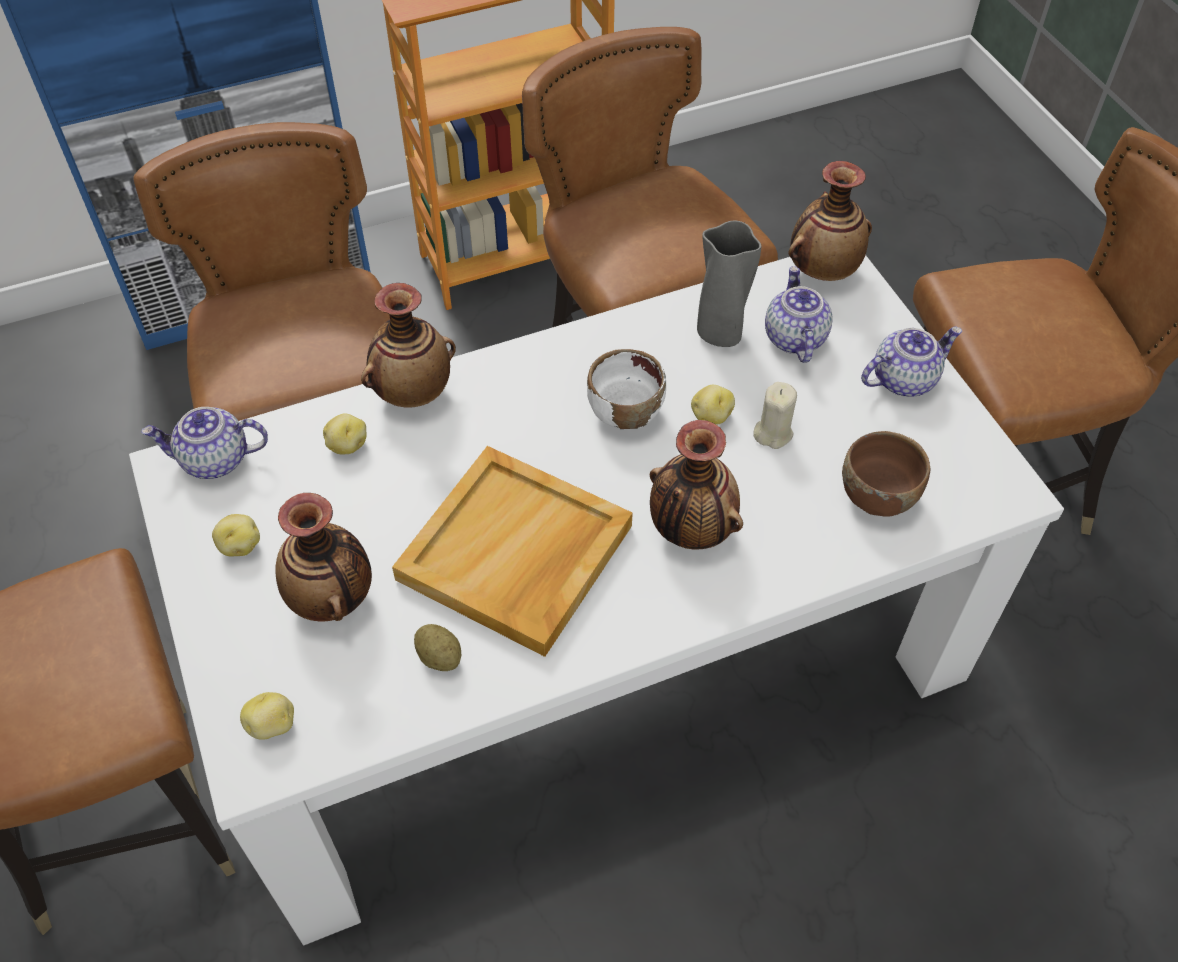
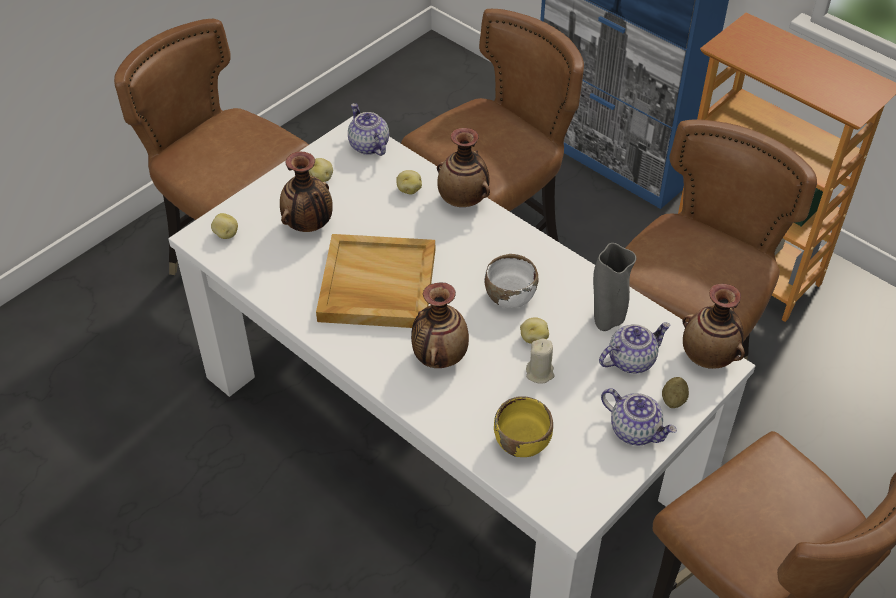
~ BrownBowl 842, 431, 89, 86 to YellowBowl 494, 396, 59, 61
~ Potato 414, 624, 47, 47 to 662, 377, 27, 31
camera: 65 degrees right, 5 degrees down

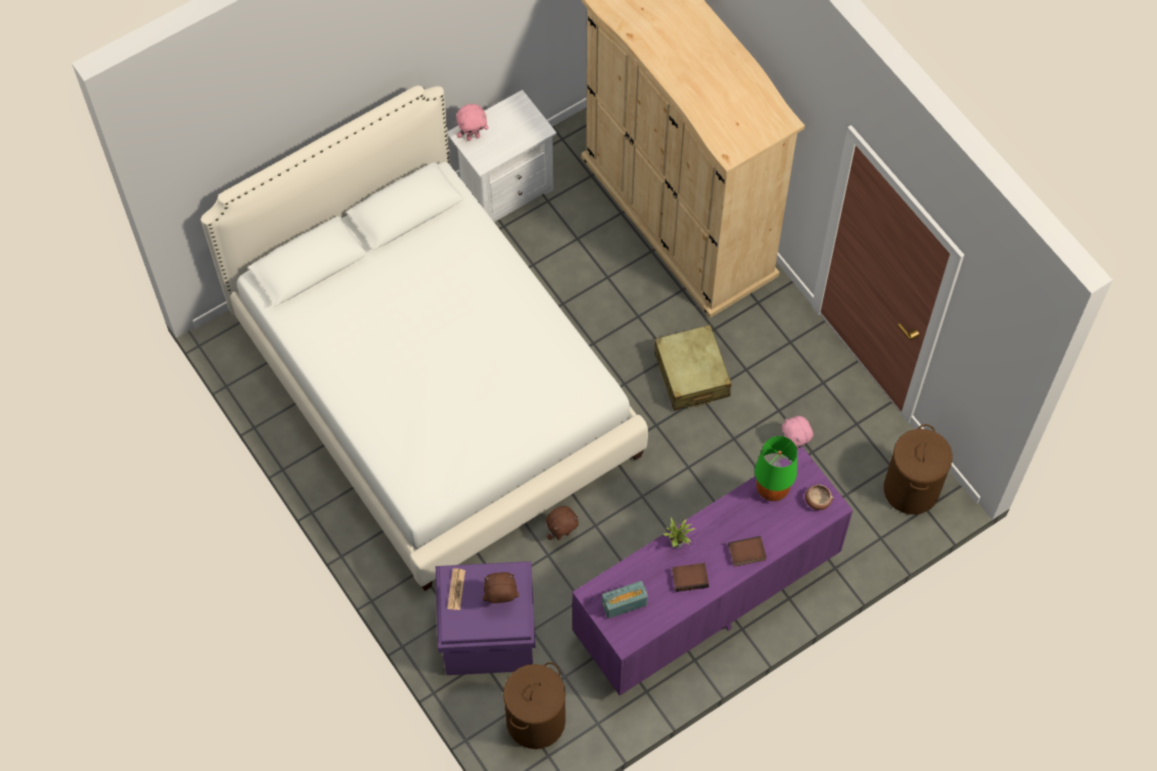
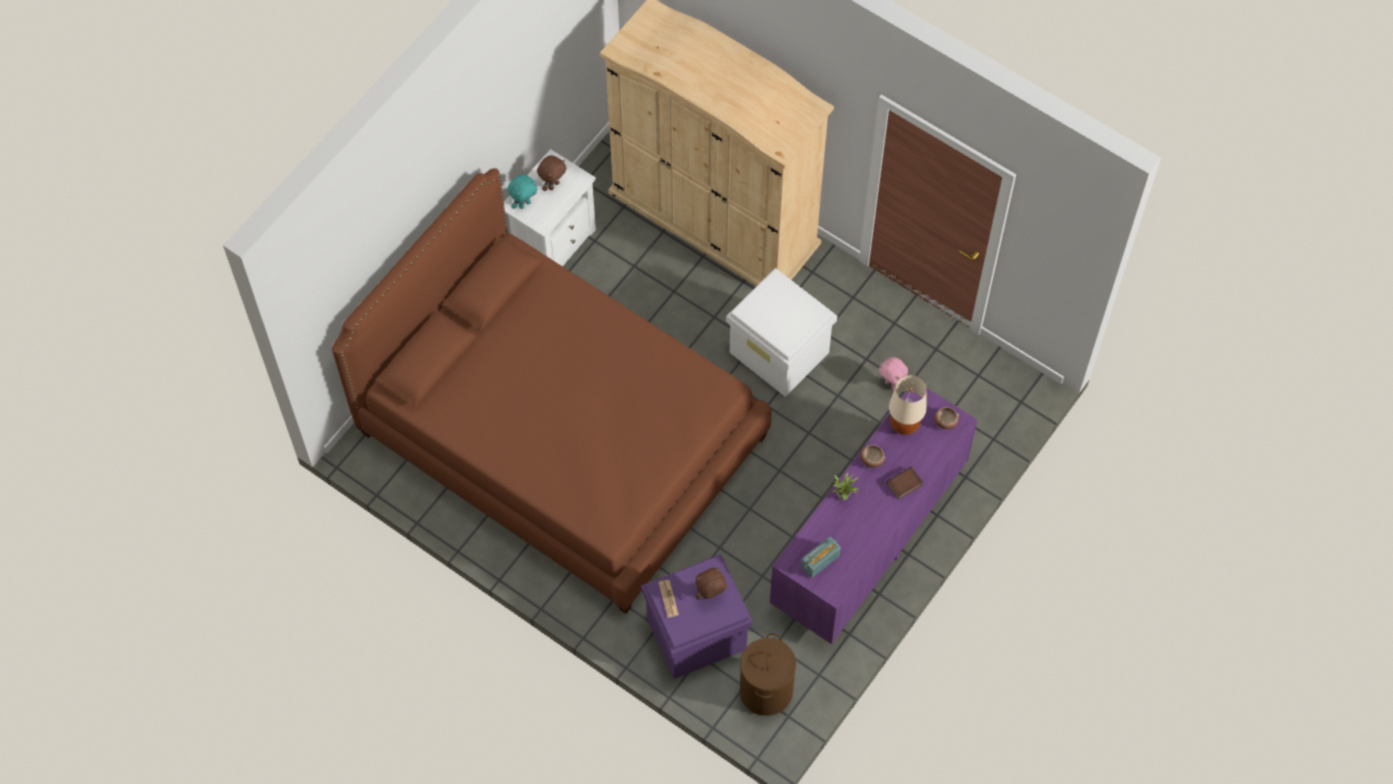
~ WhiteBed 201, 85, 447, 506 to BrownBed 332, 168, 440, 446
~ PinkPlushToy 456, 104, 33, 37 to TurquoisePlushToy 508, 174, 29, 35
~ BeigeSuitcase 654, 325, 77, 86 to WhiteStorageBox 726, 268, 111, 129
- BrownLaundryBasket 884, 424, 69, 91
~ GreenTableLamp 755, 436, 42, 65 to BeigeTableLamp 889, 375, 38, 60
~ BrownPlushToy 546, 506, 33, 34 to 537, 155, 30, 36
- Book 672, 563, 37, 29
+ Bowl 860, 445, 25, 23
camera: 20 degrees left, 0 degrees up

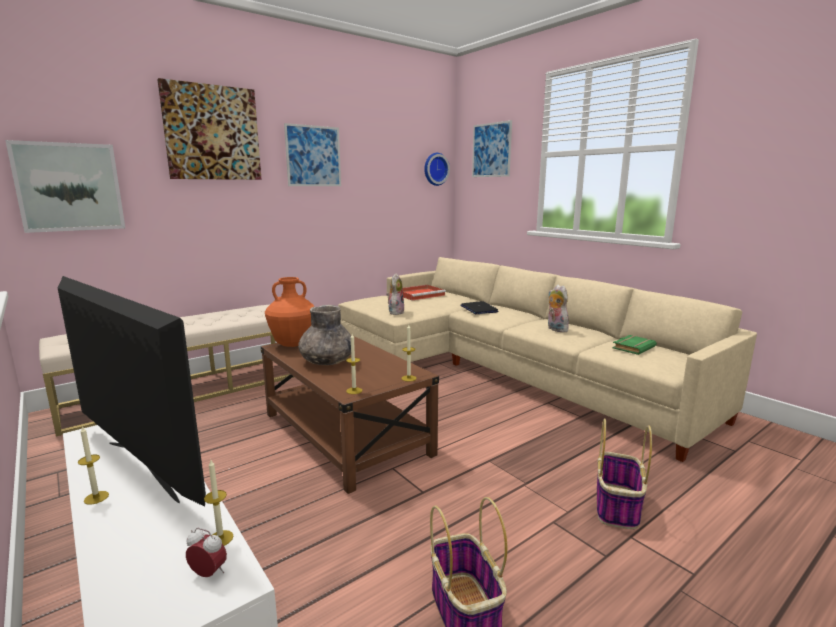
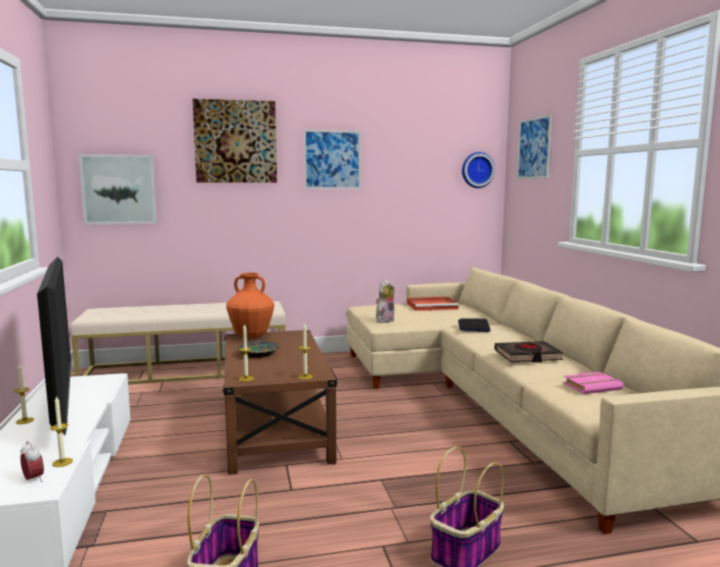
~ PlushToy 548, 285, 21, 47 to BlackBook 494, 341, 69, 22
~ GreyVase 298, 305, 53, 60 to Bowl 237, 340, 43, 18
~ GreenBook 612, 335, 45, 20 to PinkBook 563, 372, 61, 22
camera: 25 degrees right, 5 degrees down

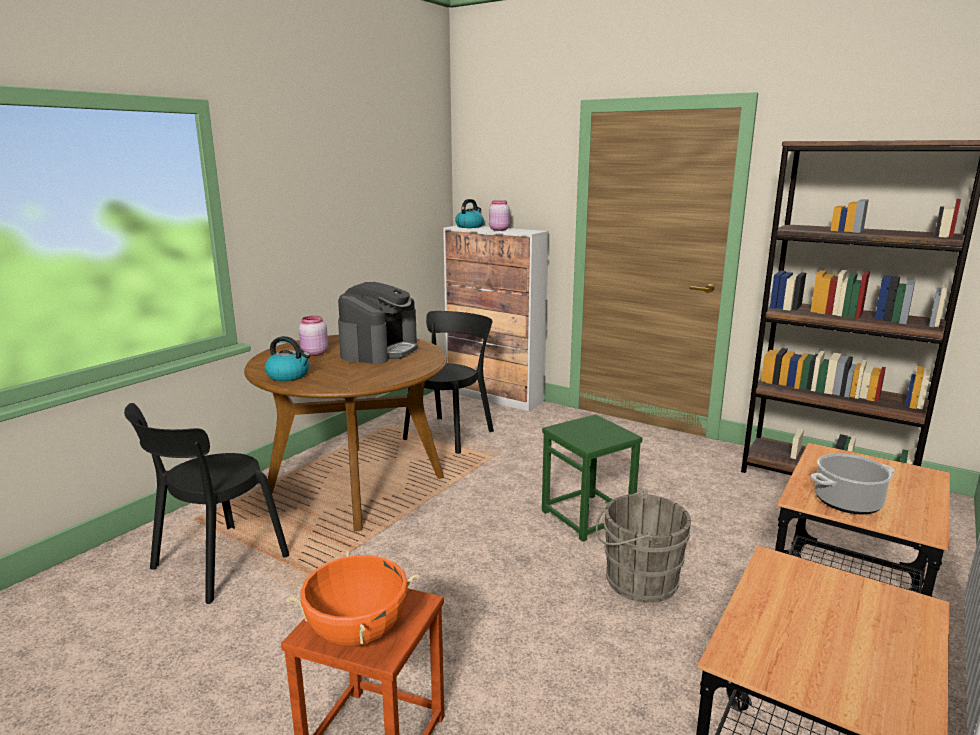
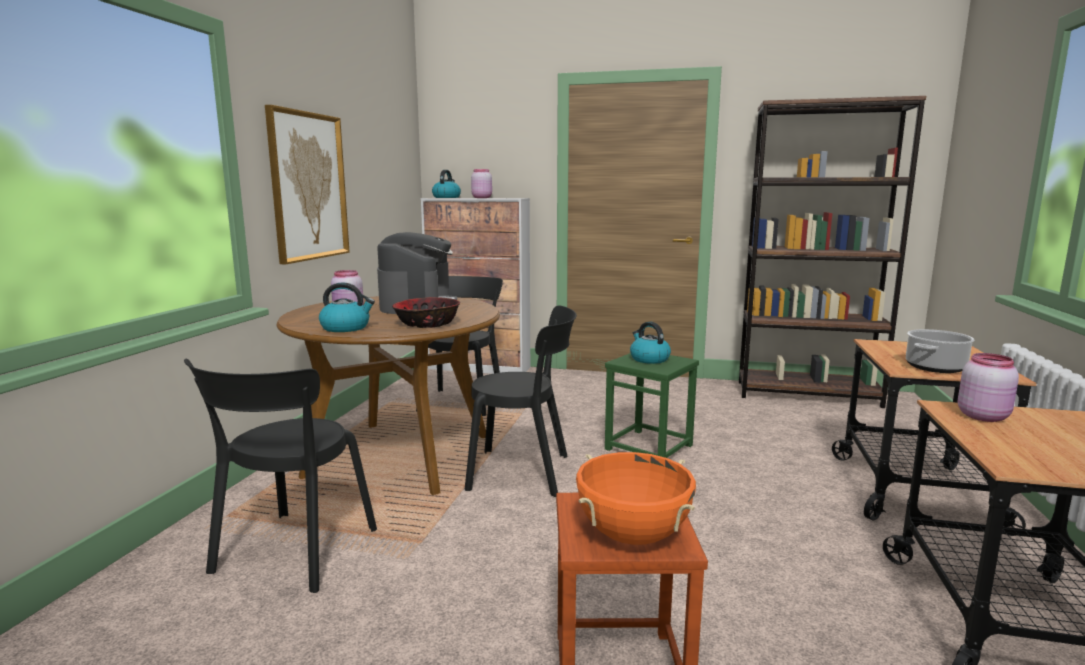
- GreyBucket 596, 490, 95, 113
+ Picture 265, 105, 85, 159
+ Bowl 392, 297, 68, 31
+ BlackChair 465, 306, 112, 191
+ Kettle 630, 322, 41, 42
+ PinkJar 958, 353, 61, 69
camera: 20 degrees left, 5 degrees down

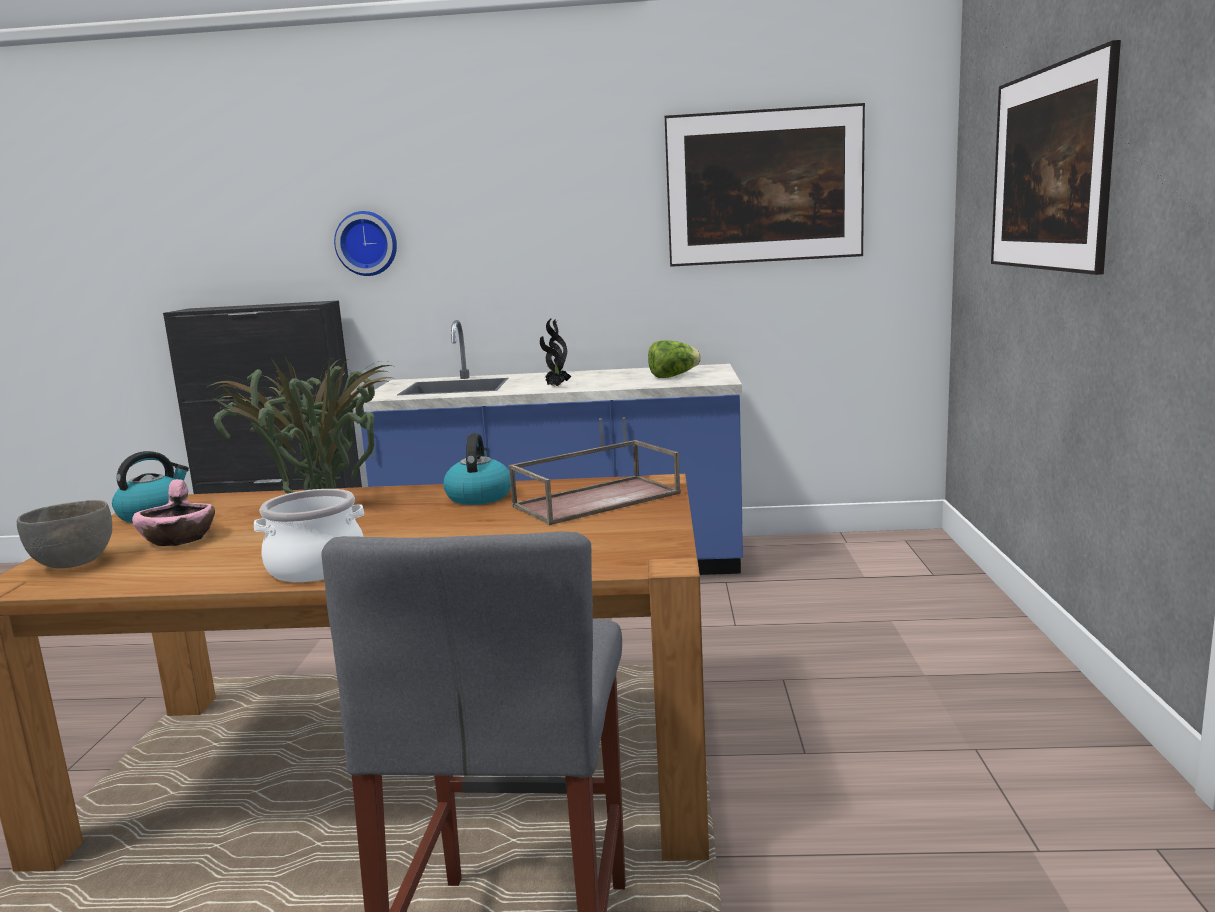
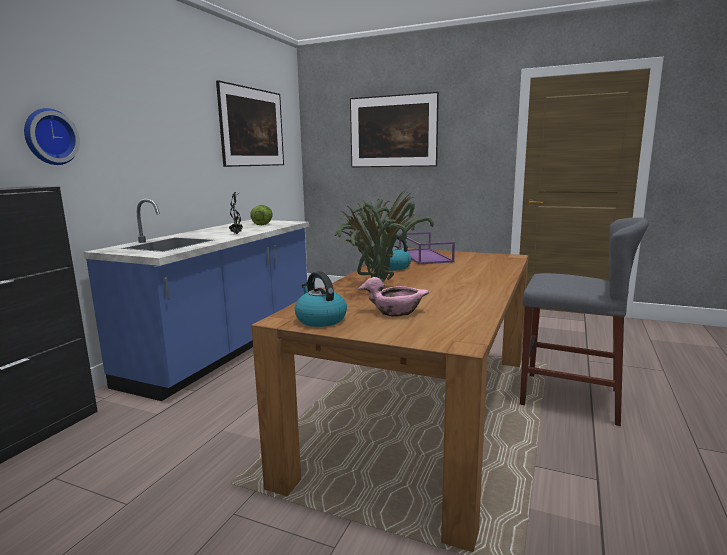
~ BrownTray 509, 440, 172, 85 to PurpleTray 399, 232, 56, 32
- CookingPot 254, 489, 110, 93
- GreyBowl 17, 500, 95, 68
camera: 70 degrees left, 0 degrees up

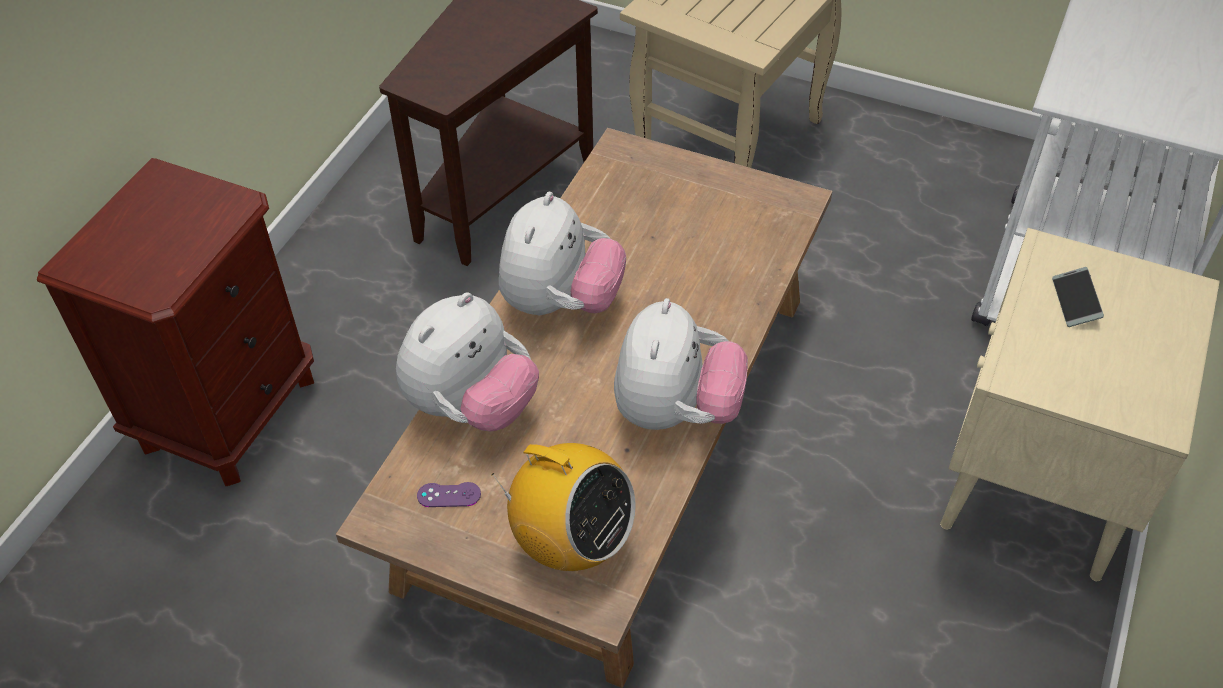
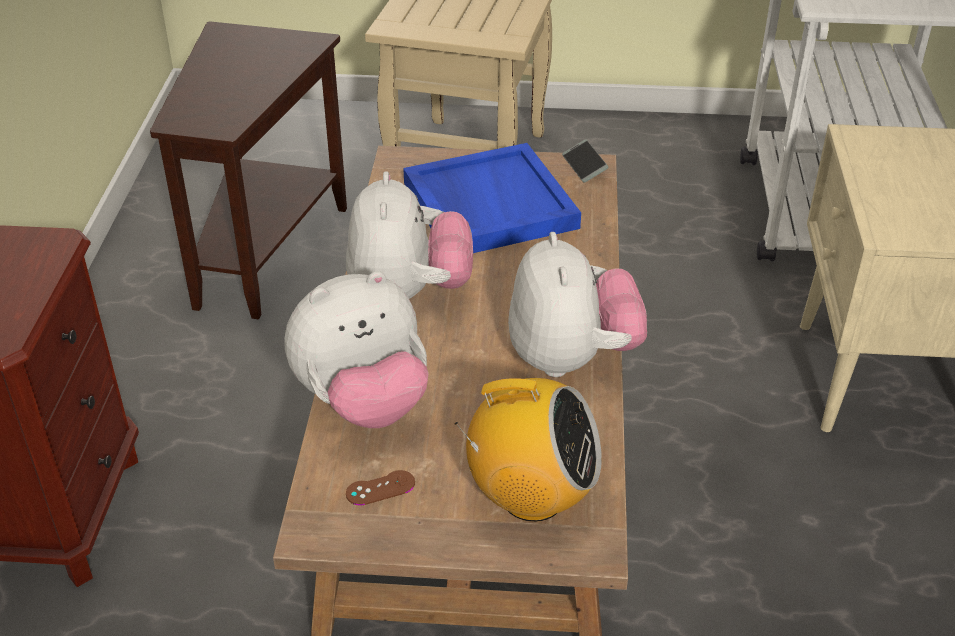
~ Phone 1052, 267, 52, 60 to 562, 139, 46, 44
~ PlushToy 396, 292, 143, 139 = 285, 271, 144, 157 45 degrees clockwise
~ PurpleGameController 417, 482, 64, 25 to BrownGameController 346, 470, 69, 36
+ BlueTray 403, 143, 178, 110
camera: 20 degrees left, 10 degrees down

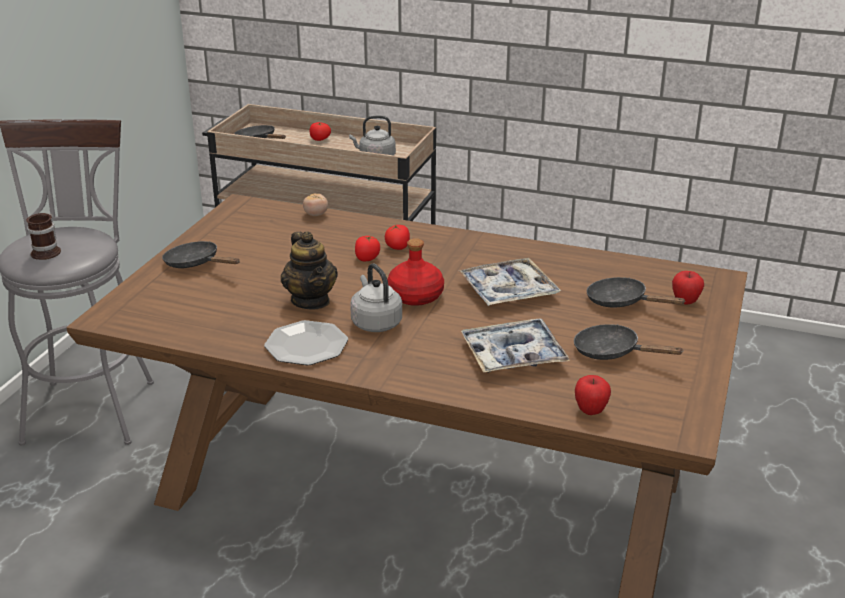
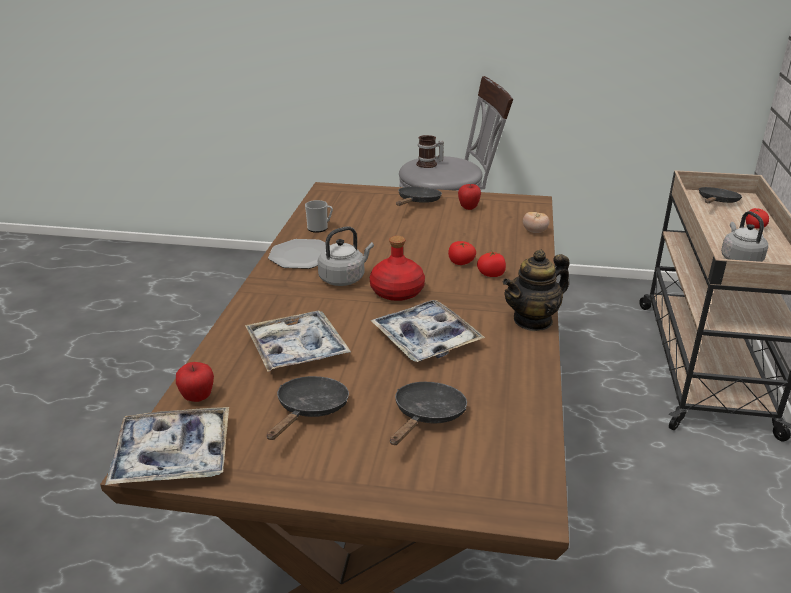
~ Teapot 281, 231, 57, 79 to 503, 249, 67, 82
~ Apple 672, 271, 32, 33 to 458, 184, 23, 26
+ Mug 305, 200, 28, 33
+ Tray 105, 407, 124, 78
camera: 80 degrees right, 0 degrees up

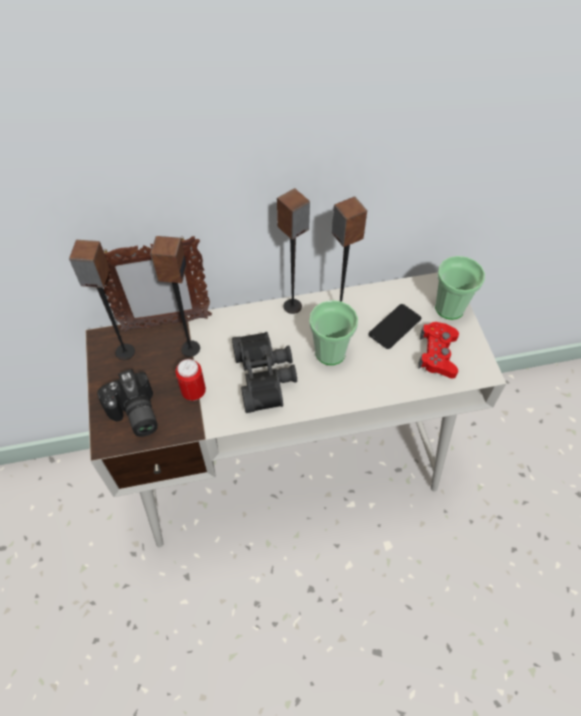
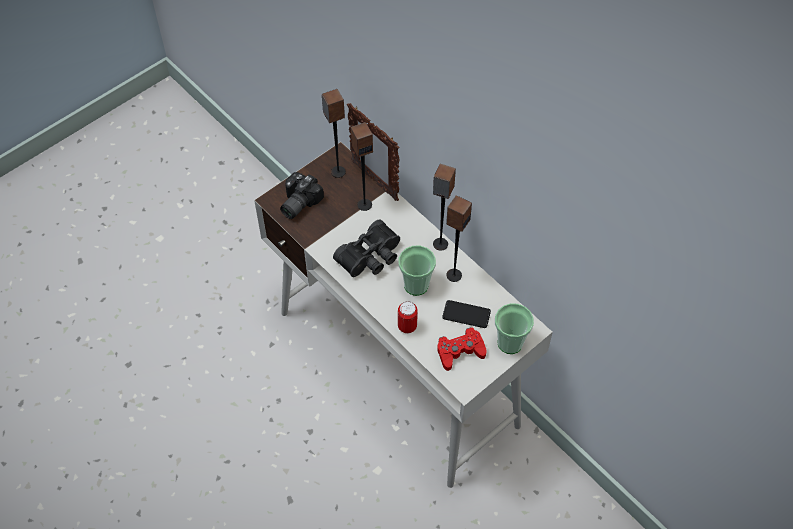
~ Can 175, 359, 31, 42 to 398, 301, 20, 33
camera: 60 degrees right, 0 degrees up

